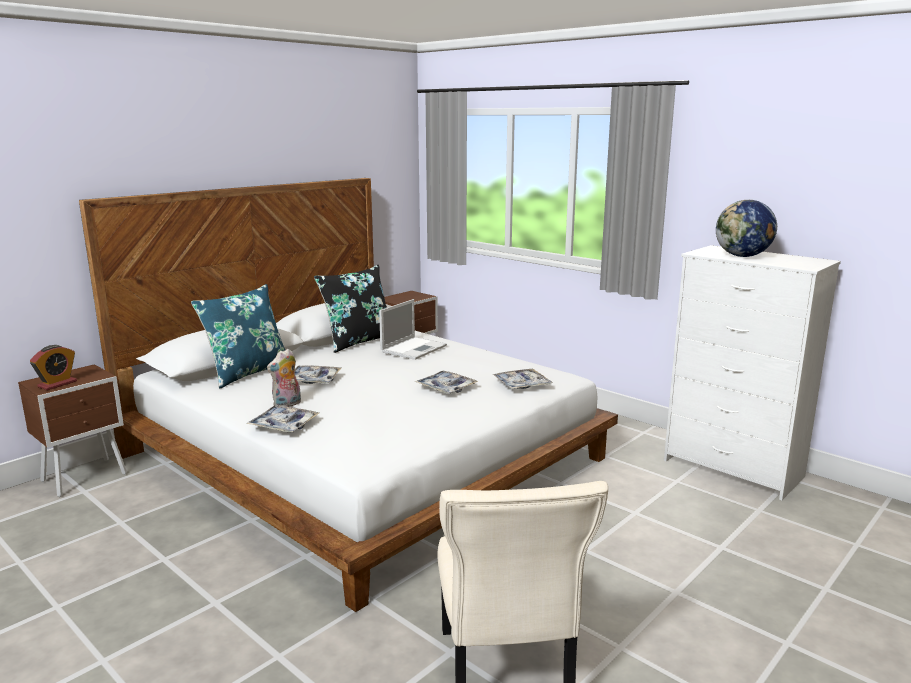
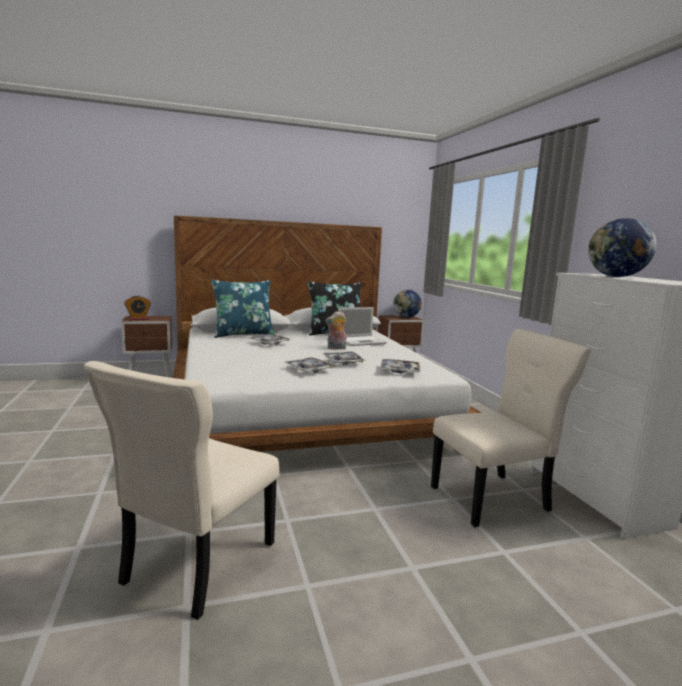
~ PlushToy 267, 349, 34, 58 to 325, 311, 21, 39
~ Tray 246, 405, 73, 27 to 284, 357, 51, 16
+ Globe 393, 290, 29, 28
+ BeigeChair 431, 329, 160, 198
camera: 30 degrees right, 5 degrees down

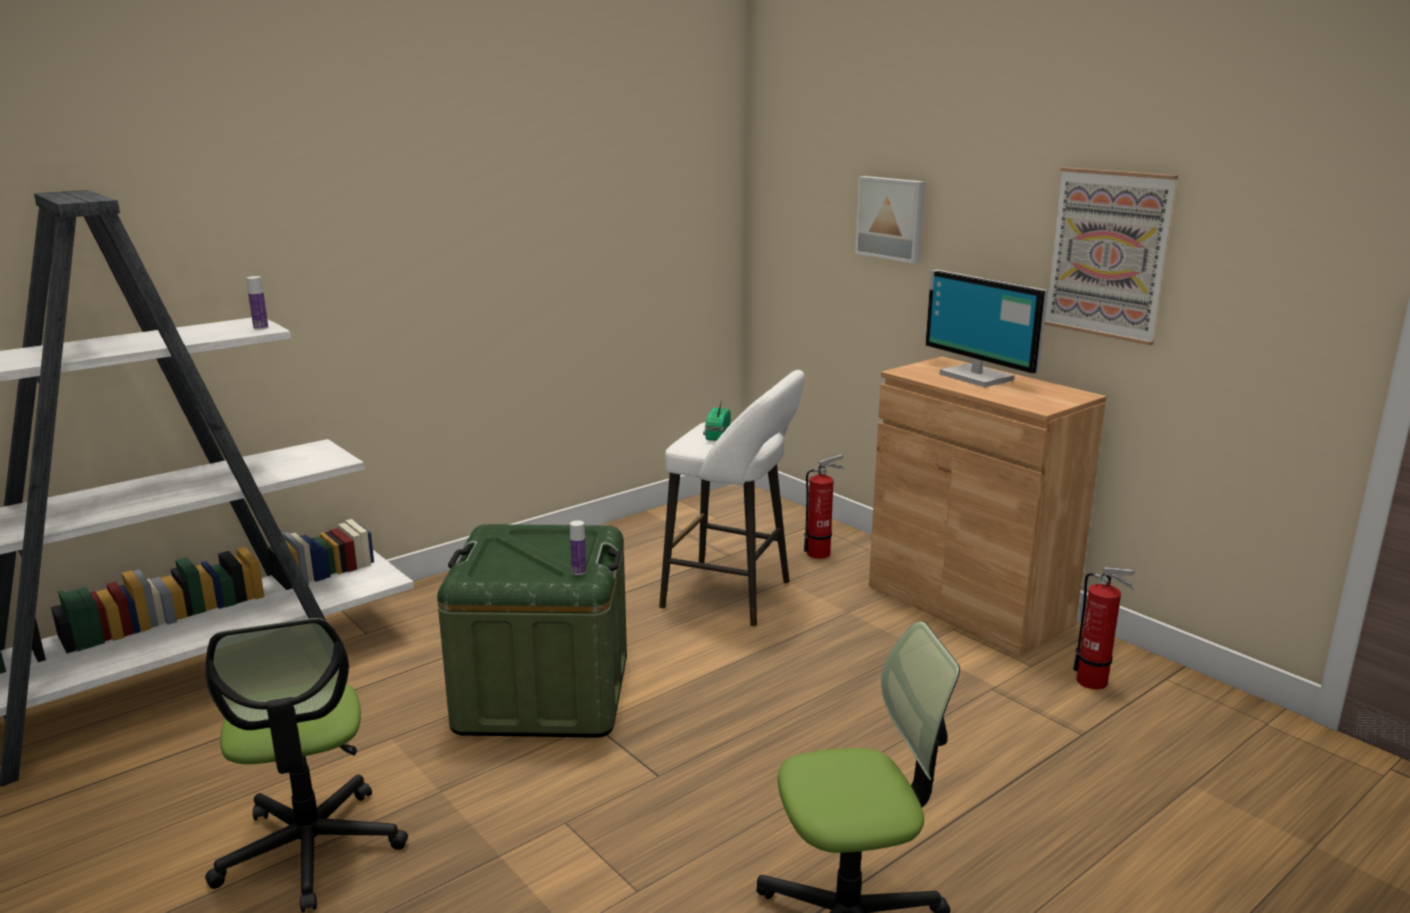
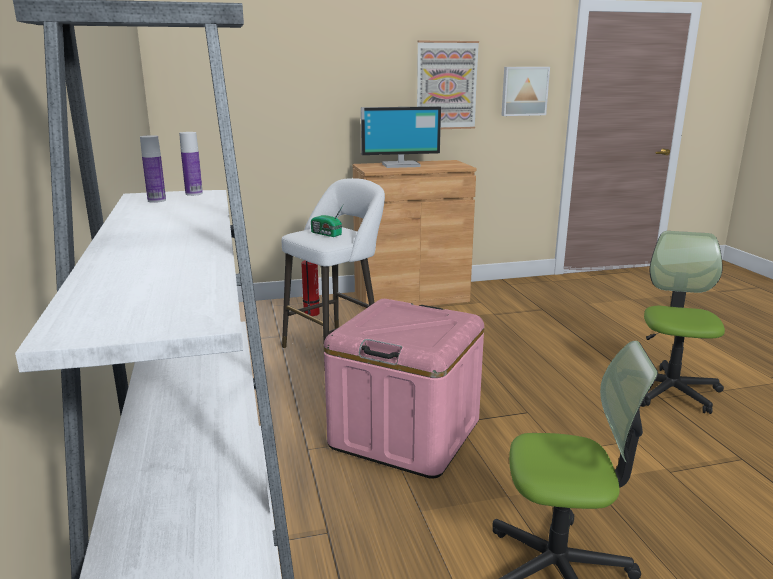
~ Picture 855, 176, 70, 87 to 501, 67, 49, 49
~ Bottle 570, 520, 16, 55 to 140, 135, 26, 68
~ GreenStorageBox 437, 524, 190, 214 to PinkStorageBox 324, 299, 160, 180
- FireExtinguisher 1073, 567, 63, 123
camera: 65 degrees left, 0 degrees up

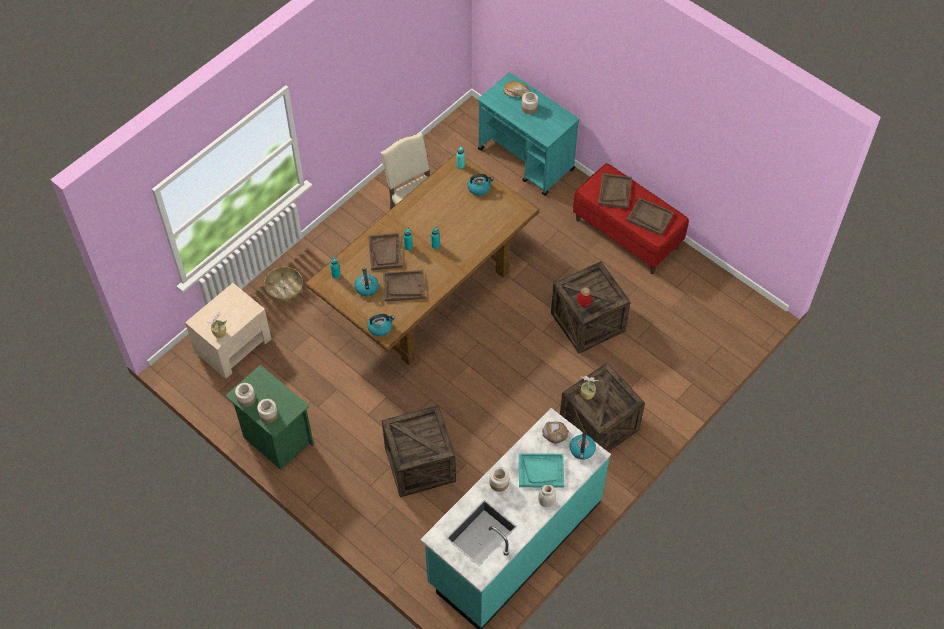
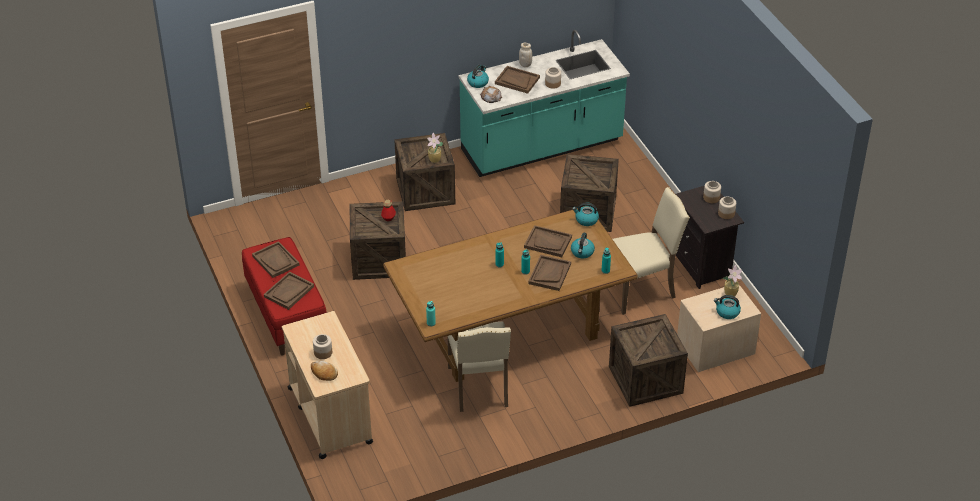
~ TurquoiseCart 478, 72, 101, 124 to BeigeCart 282, 311, 91, 148
~ Kettle 468, 174, 26, 22 to 714, 295, 27, 24
~ Basket 264, 267, 39, 35 to Crate 609, 314, 79, 93
~ GreenNightstand 225, 365, 89, 105 to BlackNightstand 676, 186, 68, 103
~ TurquoiseTray 519, 453, 45, 35 to BrownTray 495, 66, 45, 28
+ BeigeChair 613, 187, 77, 128
camera: 155 degrees left, 15 degrees down

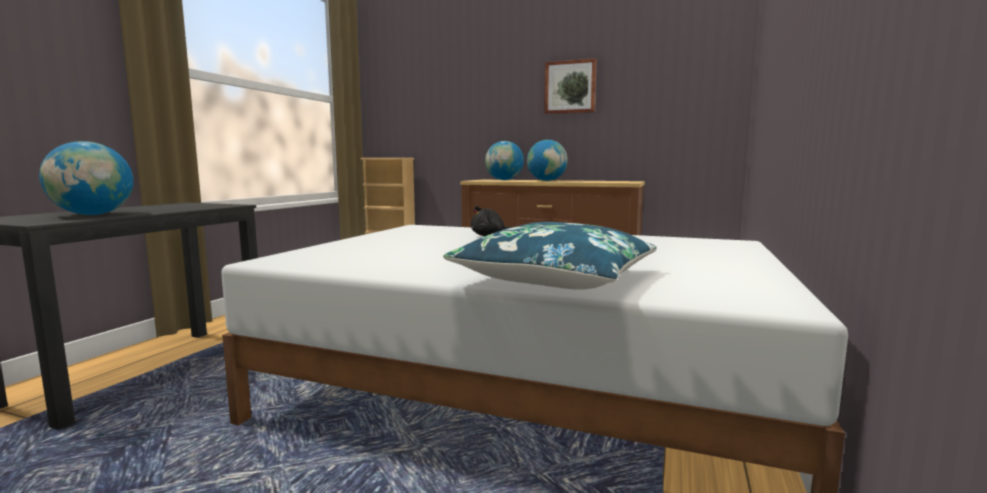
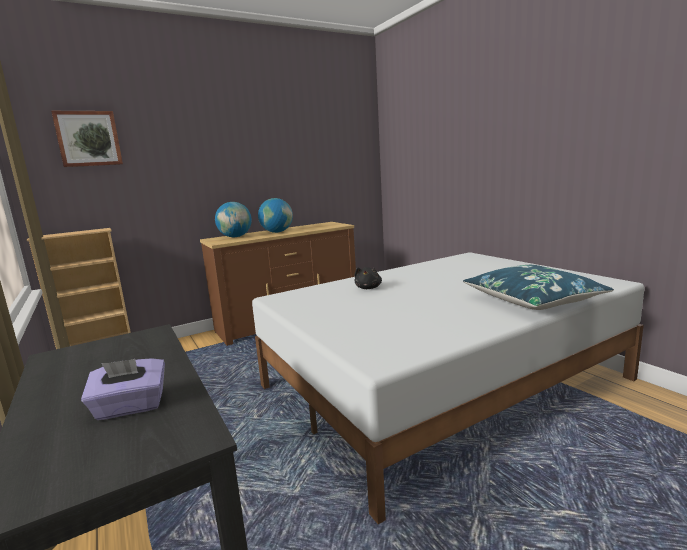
~ Picture 544, 58, 53, 56 to 51, 111, 72, 56
~ Globe 39, 141, 95, 74 to PurpleTissueBox 81, 358, 84, 62
camera: 50 degrees left, 5 degrees up

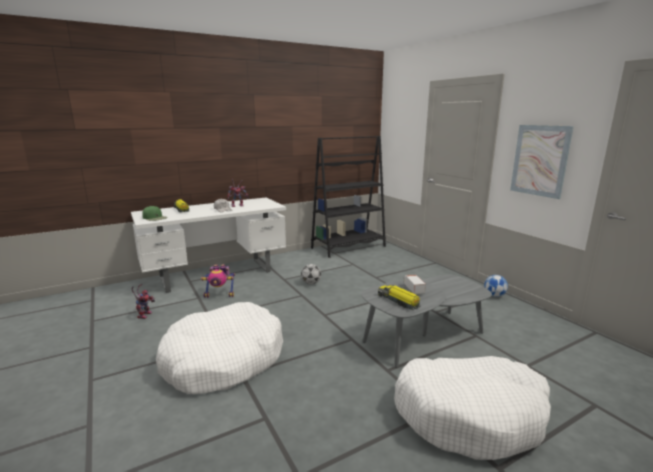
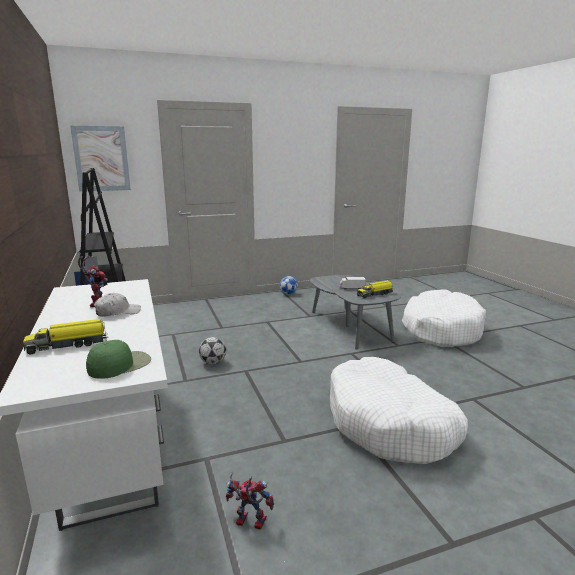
~ Picture 510, 125, 64, 74 to 70, 126, 61, 65
- ToyRobot 201, 264, 34, 34
camera: 80 degrees left, 0 degrees up

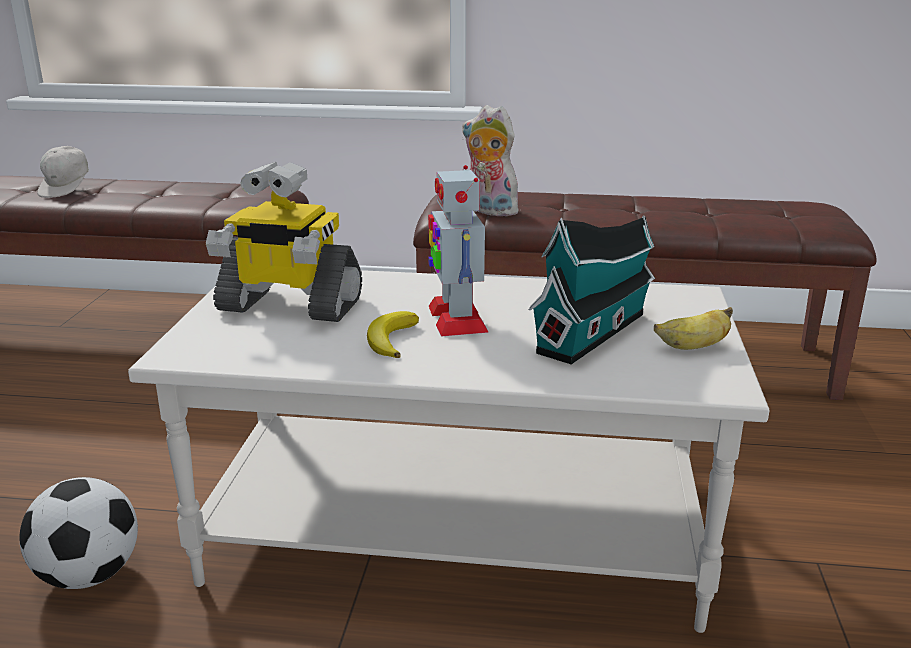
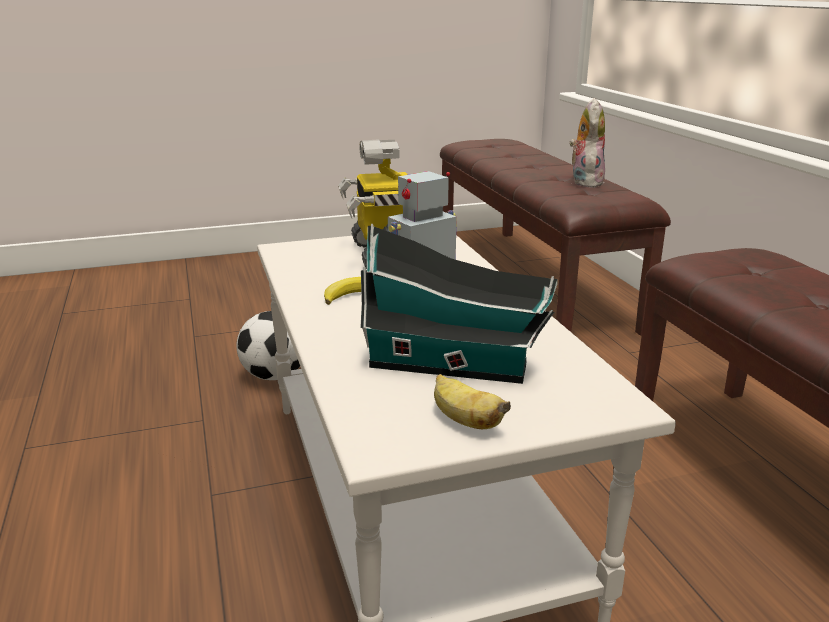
~ PlushToy 462, 105, 62, 111 to 569, 98, 36, 90
- WhiteCap 37, 146, 52, 52
camera: 65 degrees right, 0 degrees up

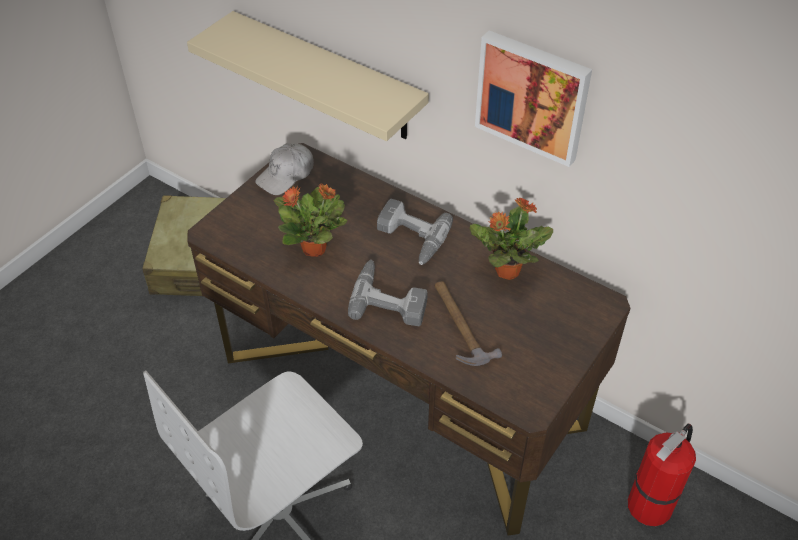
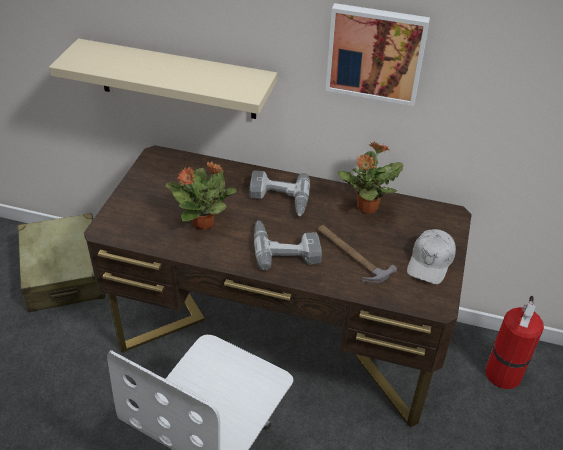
~ WhiteCap 255, 143, 59, 52 to 407, 229, 49, 55
camera: 20 degrees left, 5 degrees down

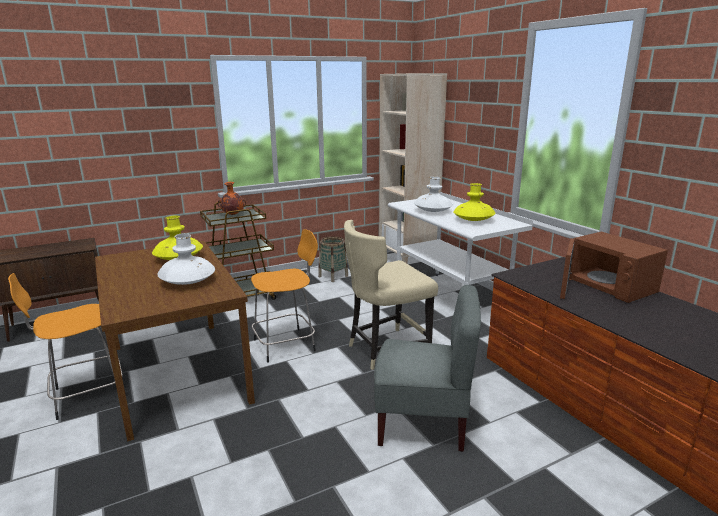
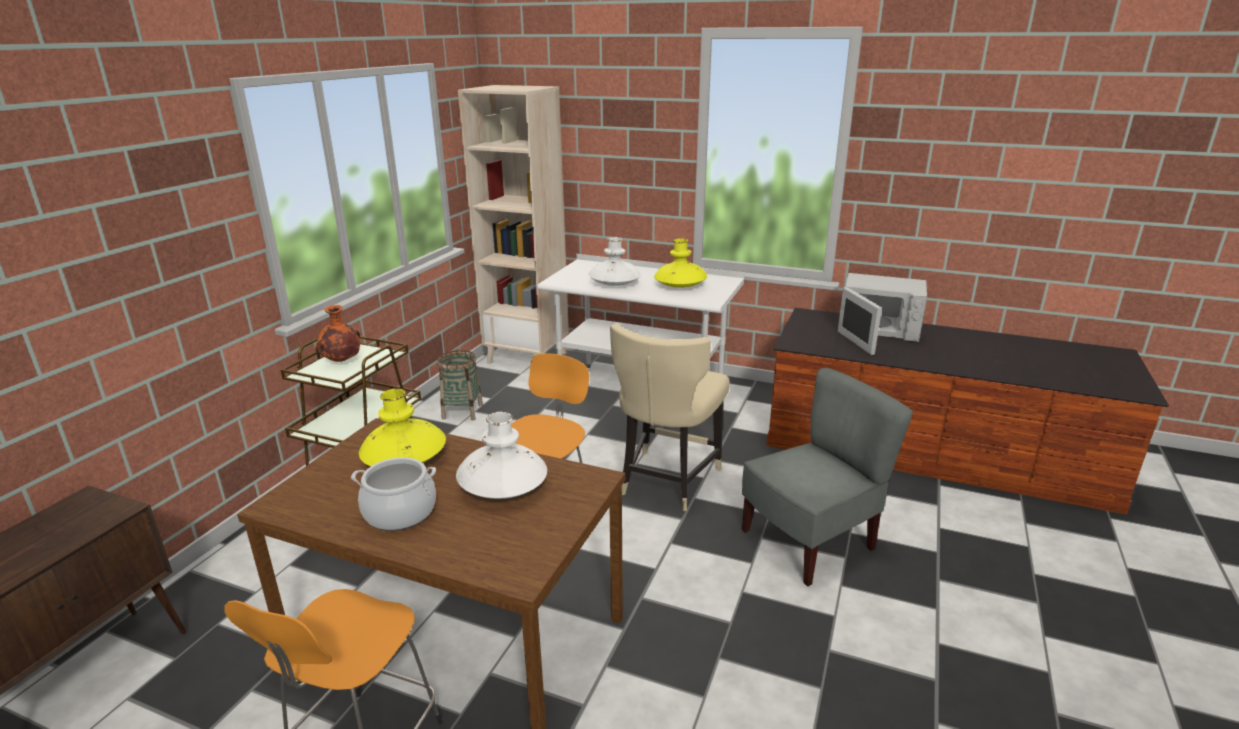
~ BrownMicrowave 560, 232, 108, 71 to WhiteMicrowave 838, 273, 89, 82
+ CookingPot 351, 457, 85, 74
camera: 40 degrees left, 5 degrees up

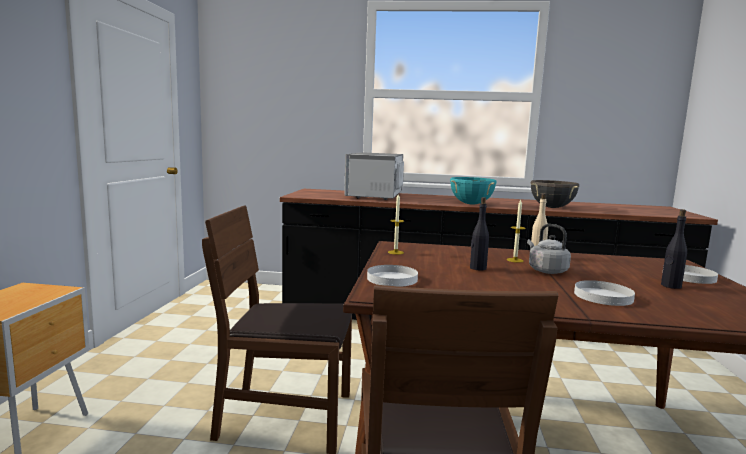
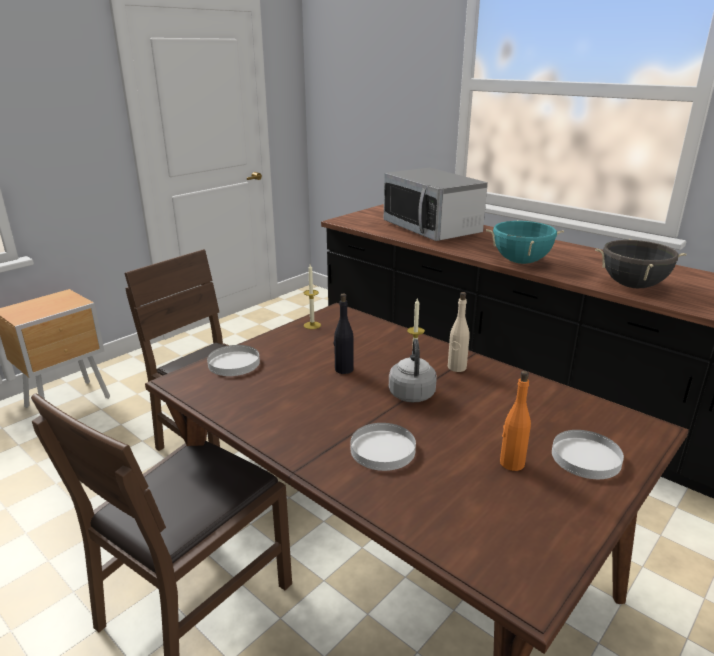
~ Microwave 344, 152, 60, 48 = 384, 168, 104, 73 75 degrees counterclockwise
~ BlackBottle 661, 209, 26, 80 to OrangeBottle 500, 371, 31, 100
camera: 35 degrees right, 15 degrees up

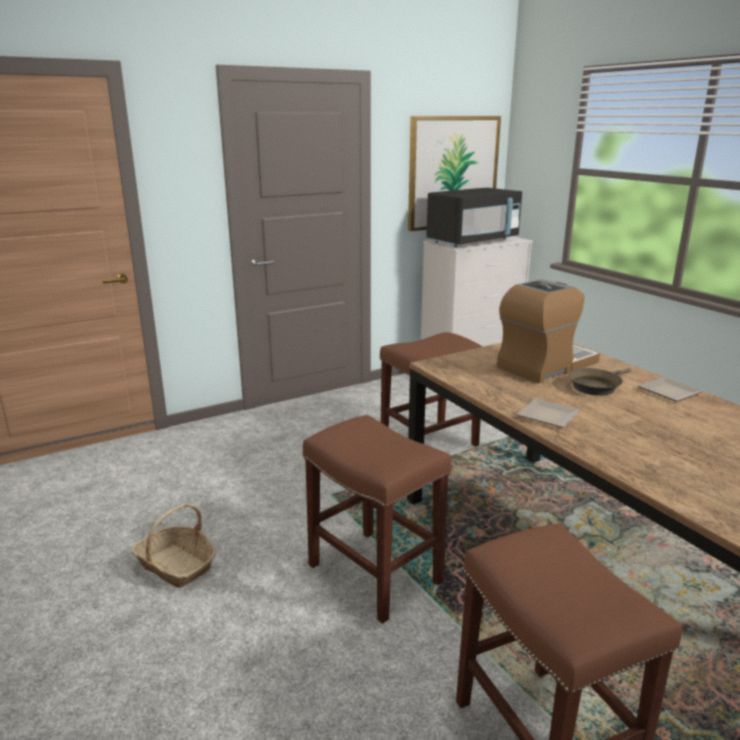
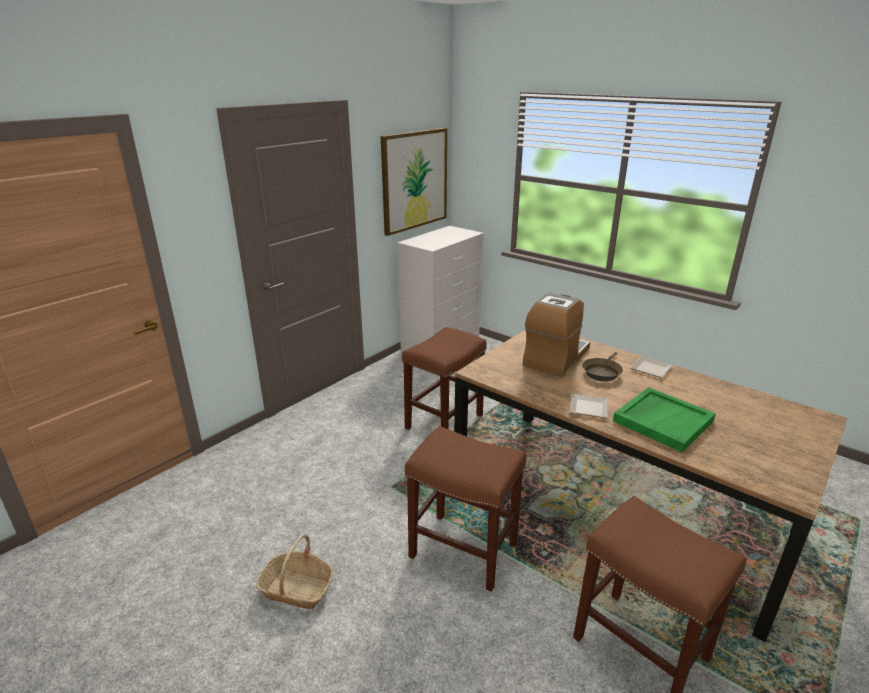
- BlackMicrowave 426, 188, 96, 59
+ GreenTray 613, 387, 103, 65
camera: 20 degrees left, 5 degrees up

